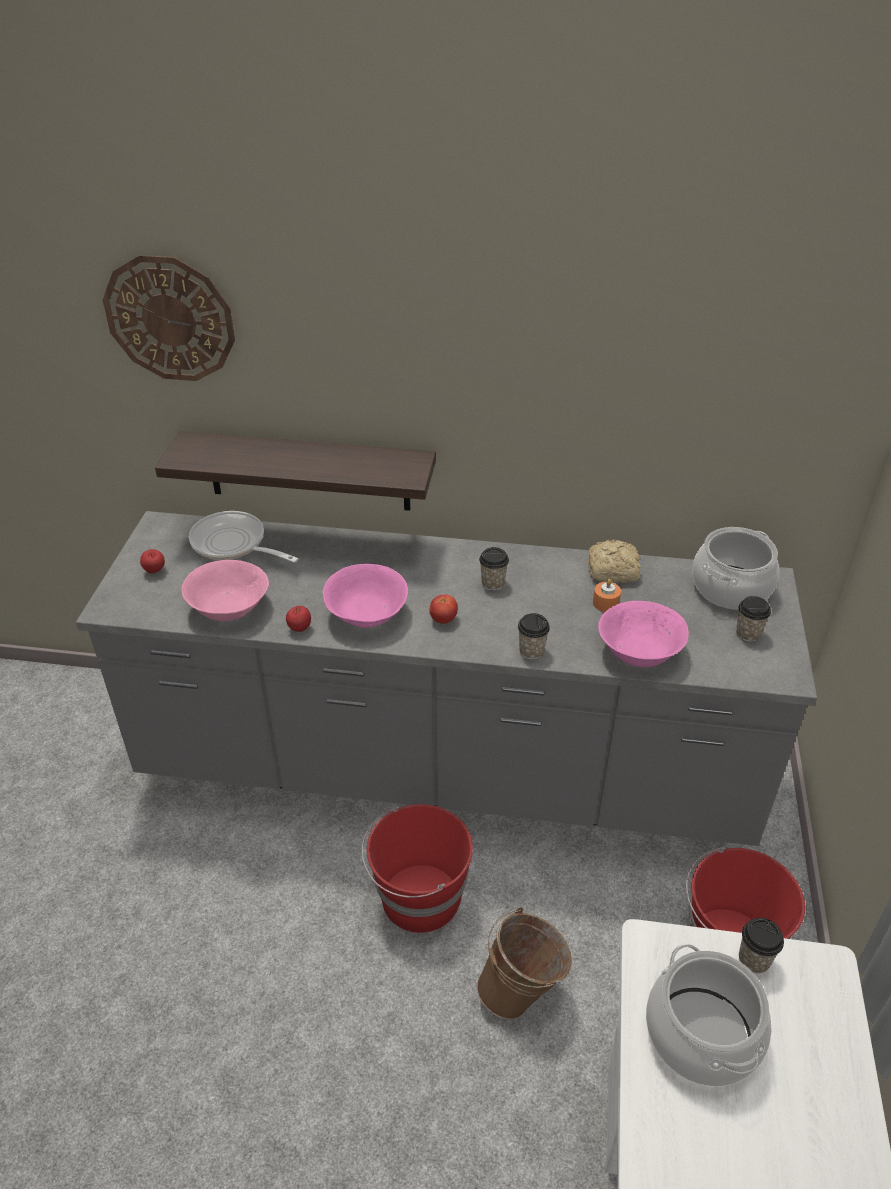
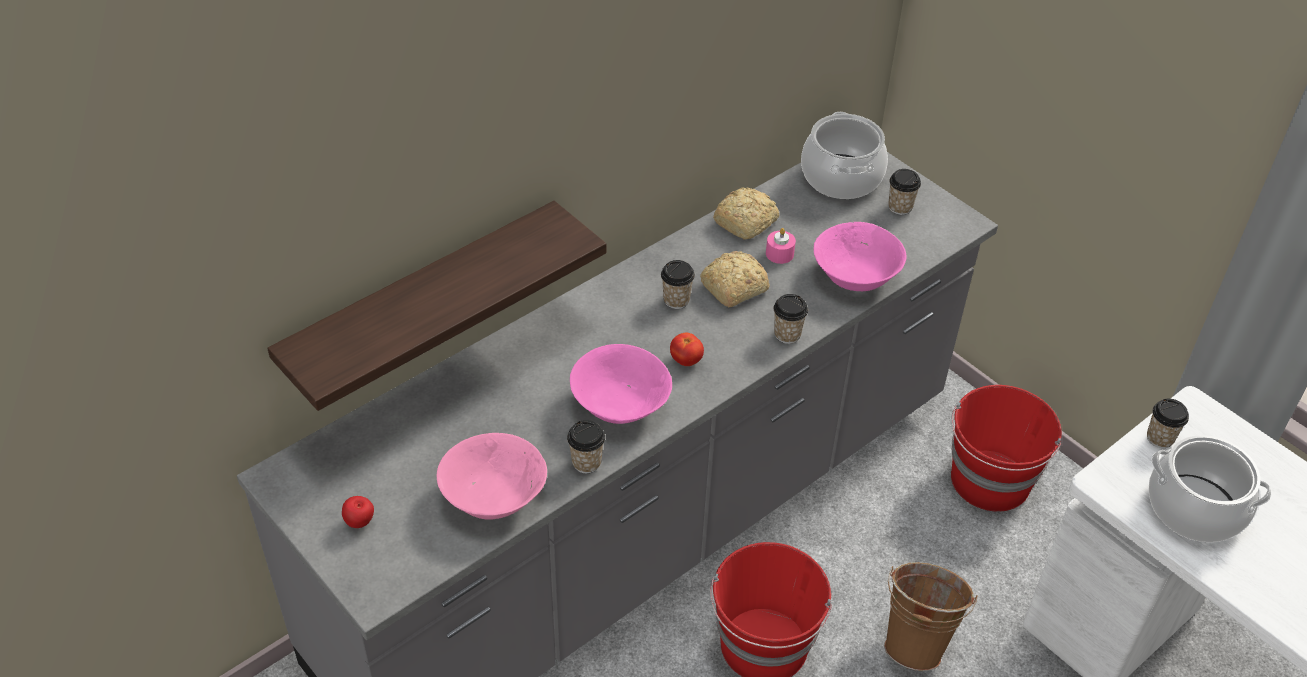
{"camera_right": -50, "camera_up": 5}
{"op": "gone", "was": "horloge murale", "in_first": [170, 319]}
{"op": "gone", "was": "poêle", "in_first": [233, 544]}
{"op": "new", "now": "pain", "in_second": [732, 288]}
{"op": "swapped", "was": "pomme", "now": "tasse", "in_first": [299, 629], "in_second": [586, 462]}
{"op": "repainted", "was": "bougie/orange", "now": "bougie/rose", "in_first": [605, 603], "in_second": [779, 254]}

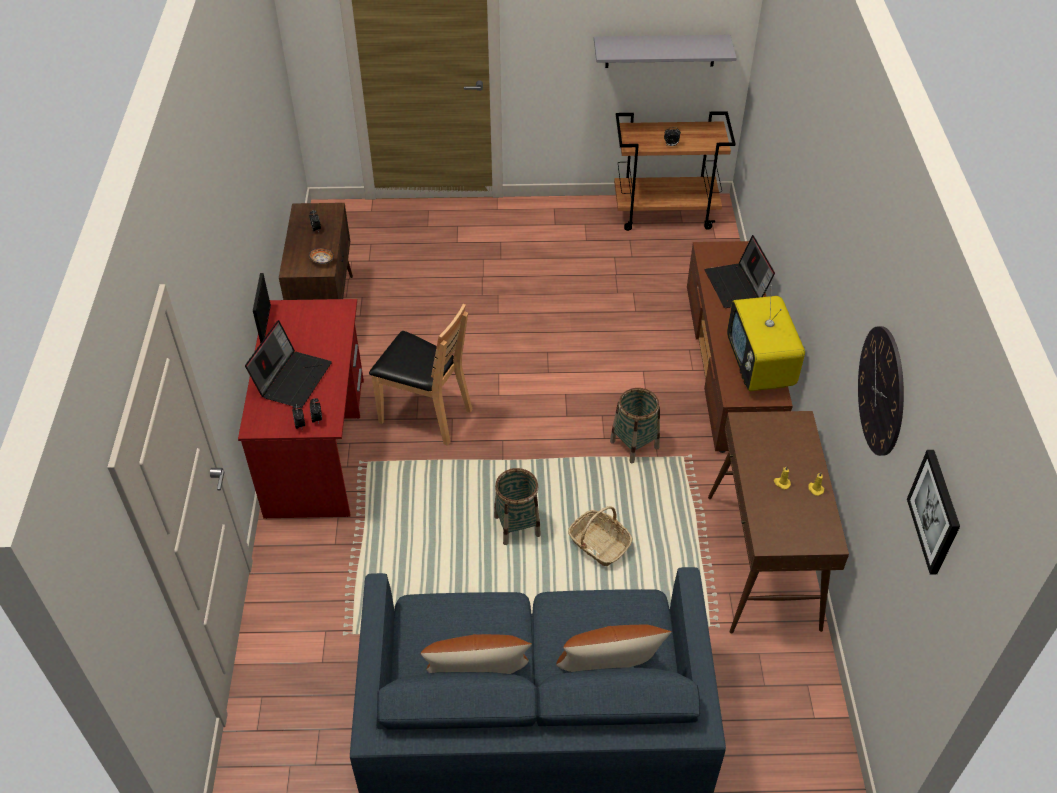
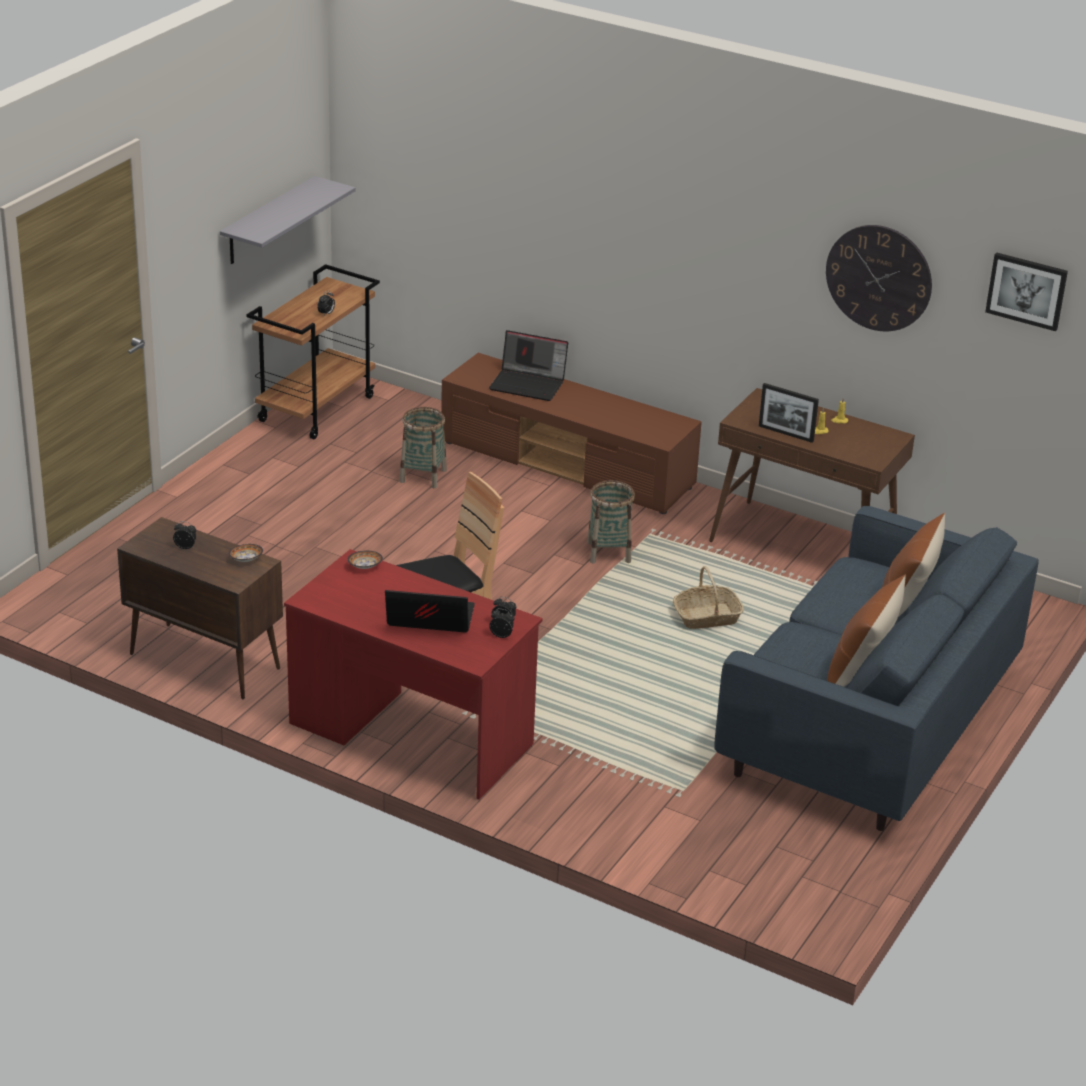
{"camera_right": -60, "camera_up": -15}
{"op": "gone", "was": "téléviseur", "in_first": [759, 368]}
{"op": "new", "now": "bol", "in_second": [364, 566]}
{"op": "shifted", "was": "cadre photo", "in_first": [265, 323], "in_second": [786, 433]}
{"op": "shifted", "was": "panier", "in_first": [517, 526], "in_second": [423, 476]}
{"op": "rotated", "was": "ordinateur portable", "in_first": [292, 378], "in_second": [428, 620], "clockwise": -45}

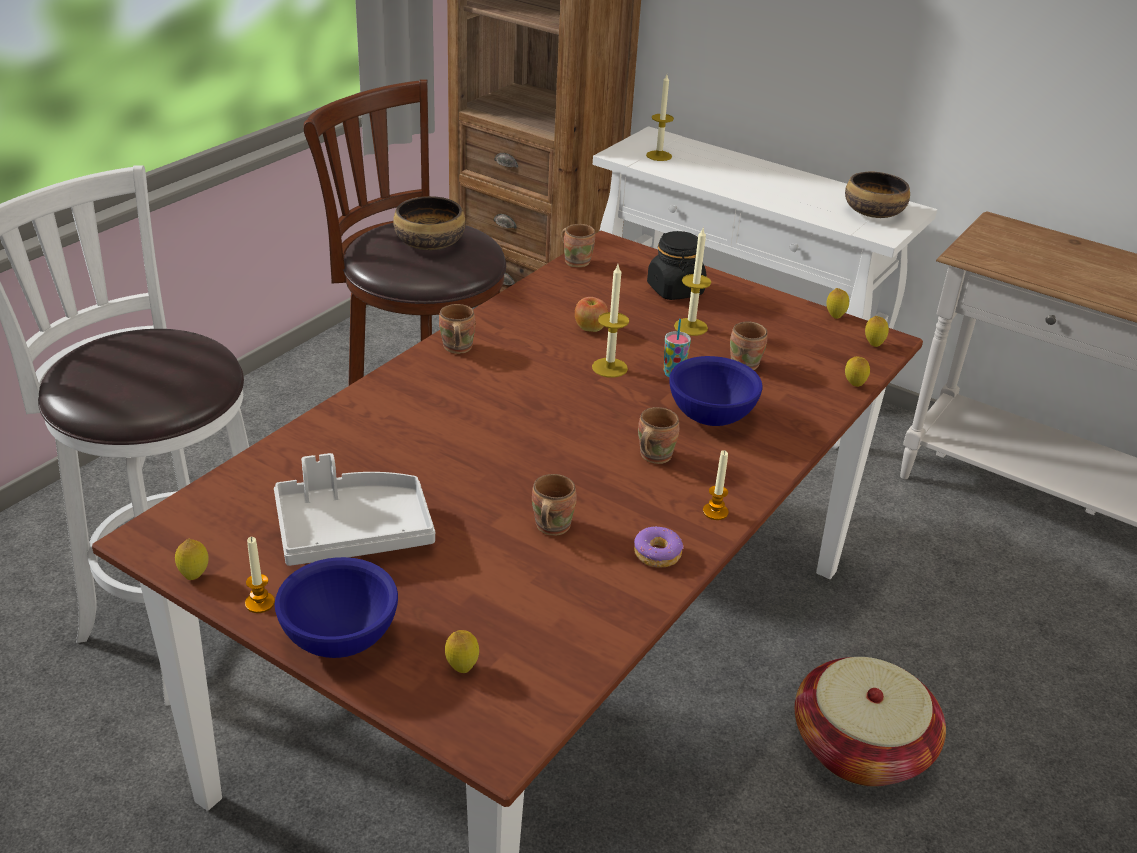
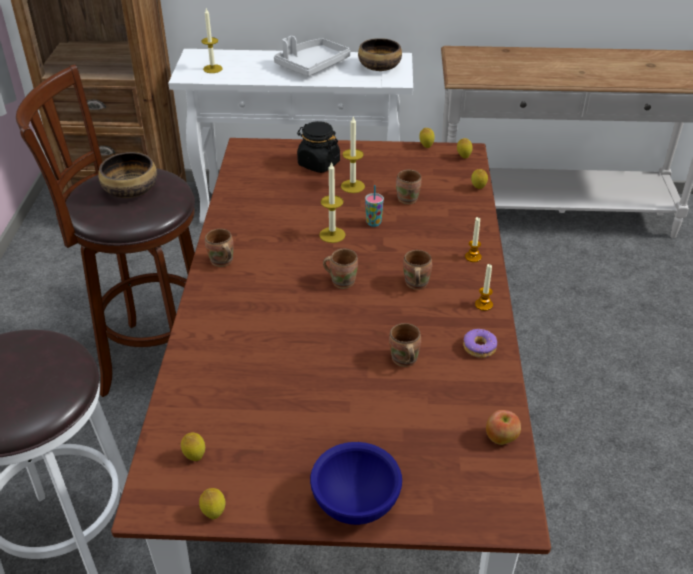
{"camera_right": -30, "camera_up": 5}
{"op": "gone", "was": "bol/bleu", "in_first": [711, 418]}
{"op": "gone", "was": "panier", "in_first": [860, 747]}
{"op": "shifted", "was": "bougie", "in_first": [260, 603], "in_second": [473, 257]}
{"op": "shifted", "was": "plateau/gris", "in_first": [353, 531], "in_second": [312, 65]}
{"op": "shifted", "was": "citron", "in_first": [462, 667], "in_second": [195, 457]}
{"op": "shifted", "was": "mug/marron", "in_first": [577, 261], "in_second": [342, 281]}
{"op": "shifted", "was": "pomme", "in_first": [590, 329], "in_second": [501, 439]}

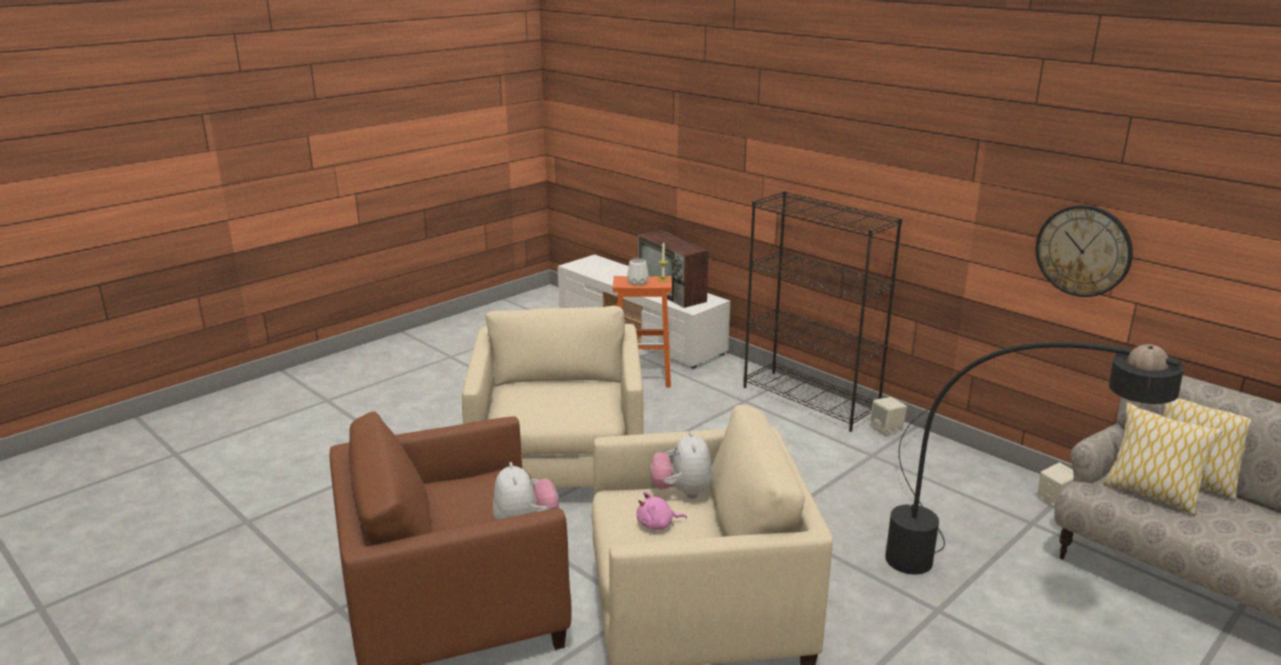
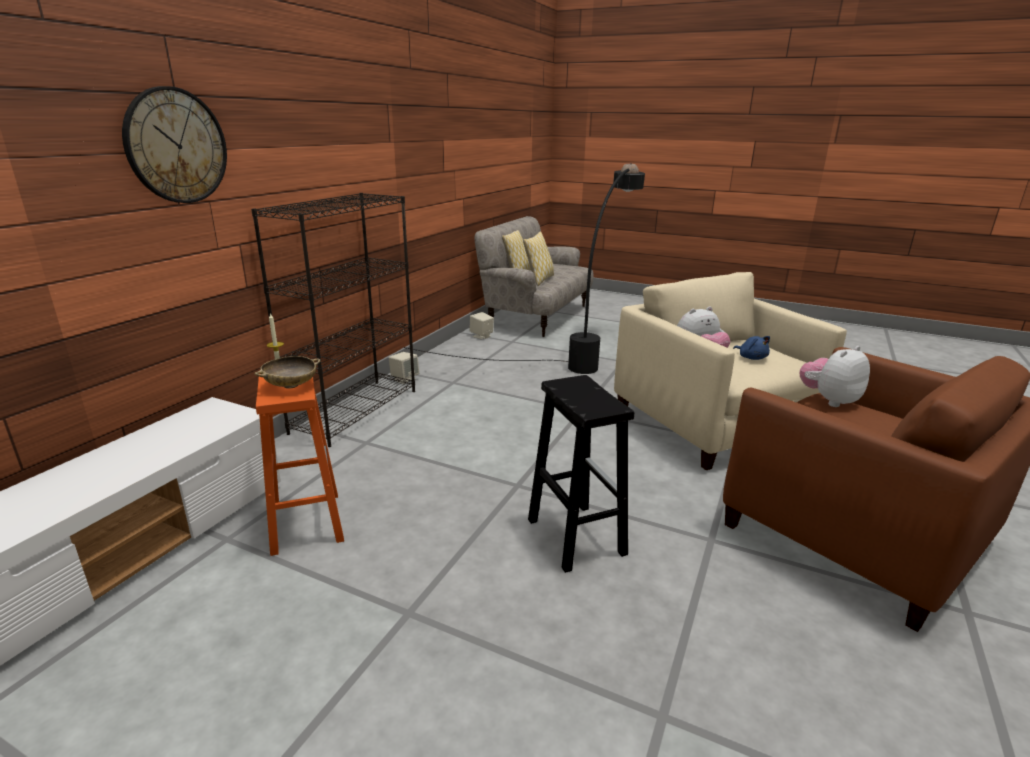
{"camera_right": -110, "camera_up": 0}
{"op": "gone", "was": "téléviseur", "in_first": [673, 293]}
{"op": "shifted", "was": "horloge murale", "in_first": [1083, 250], "in_second": [176, 146]}
{"op": "swapped", "was": "fauteuil/beige", "now": "tabouret/noir", "in_first": [559, 464], "in_second": [574, 535]}
{"op": "swapped", "was": "vase/blanc", "now": "bol/beige", "in_first": [637, 282], "in_second": [291, 386]}
{"op": "repainted", "was": "peluche/rose", "now": "peluche/bleu", "in_first": [657, 525], "in_second": [751, 357]}

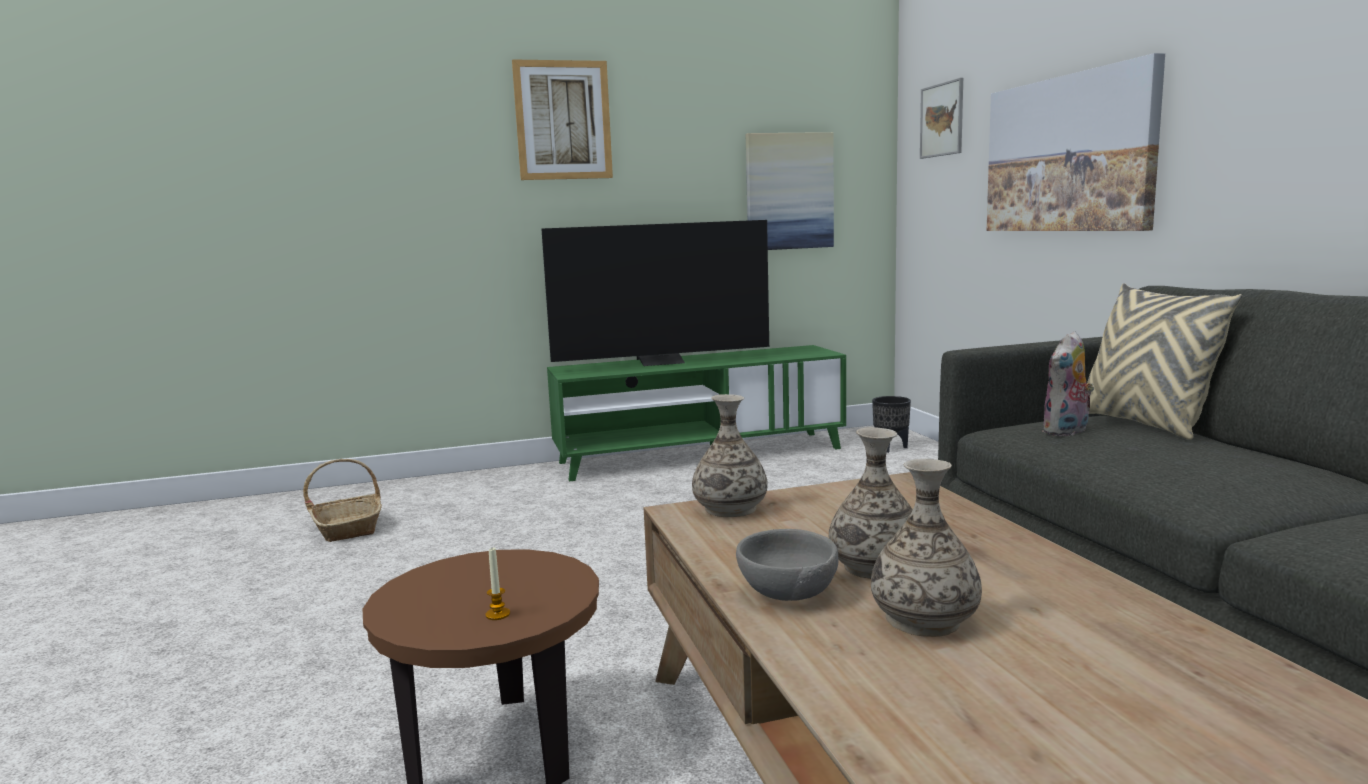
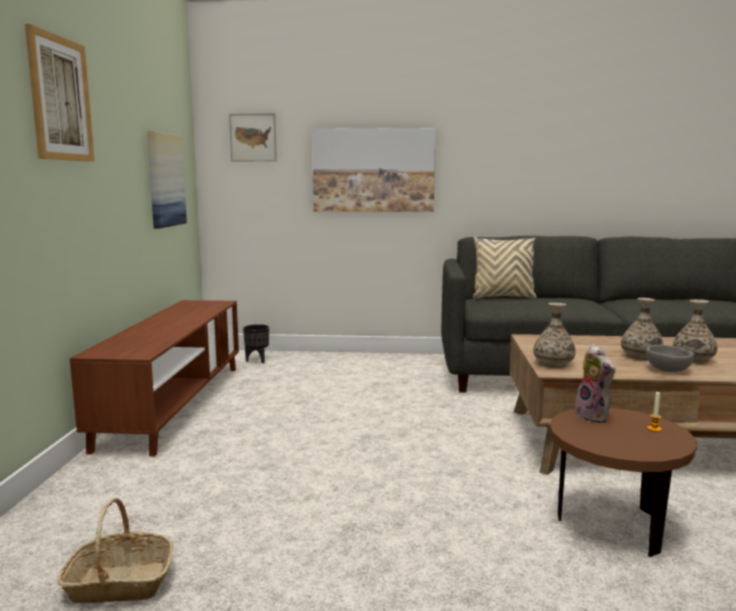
{"camera_right": -70, "camera_up": 0}
{"op": "gone", "was": "téléviseur", "in_first": [662, 362]}
{"op": "shifted", "was": "peluche", "in_first": [1067, 432], "in_second": [594, 416]}
{"op": "repainted", "was": "meuble télé/vert", "now": "meuble télé/marron", "in_first": [700, 455], "in_second": [174, 404]}

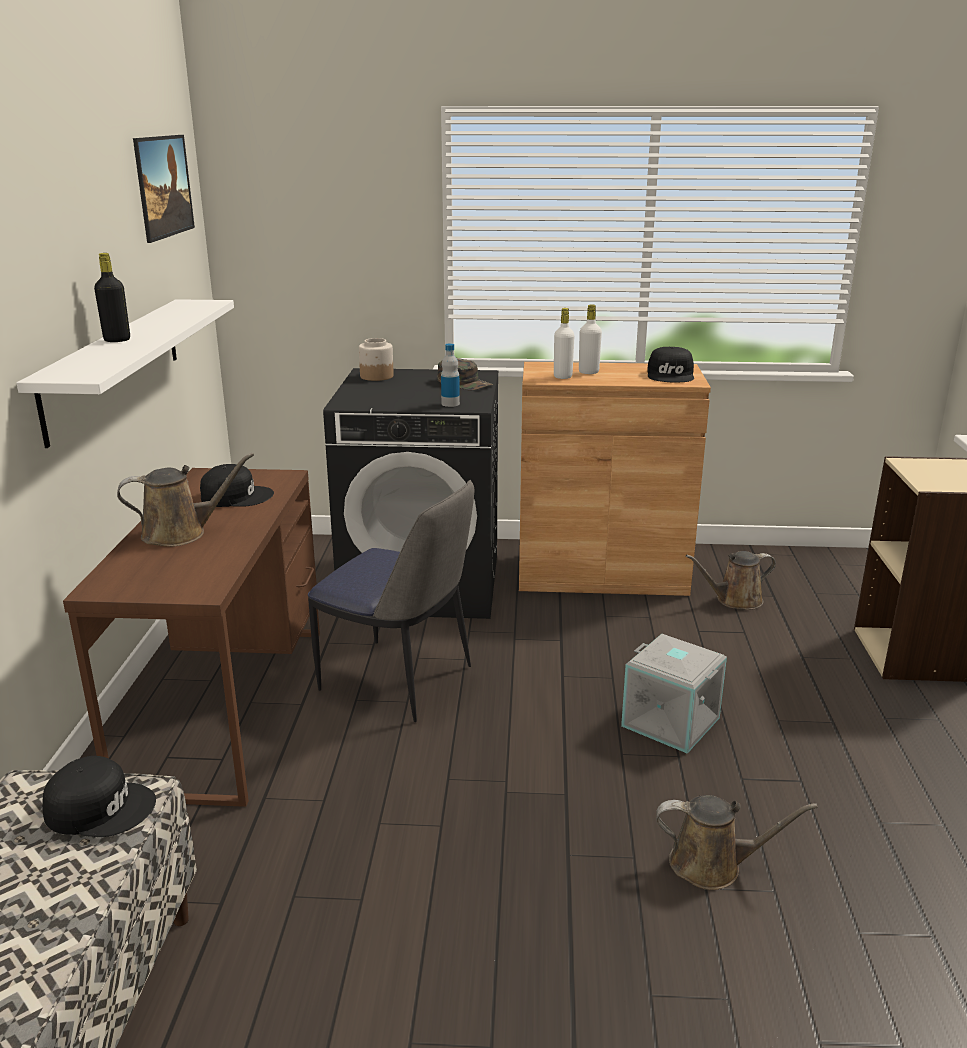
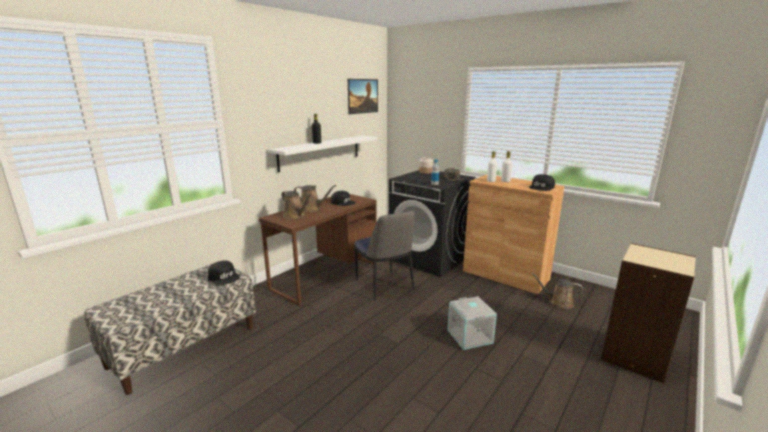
{"camera_right": 35, "camera_up": -5}
{"op": "shifted", "was": "arrosoir/marron", "in_first": [712, 865], "in_second": [295, 216]}

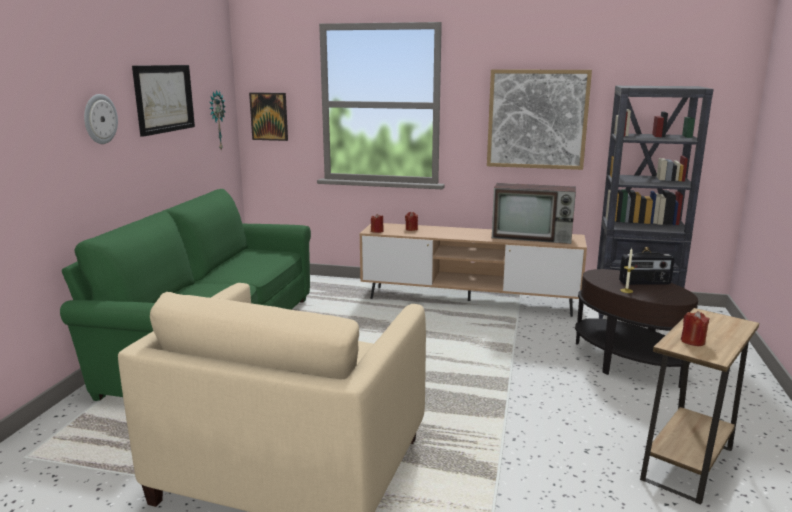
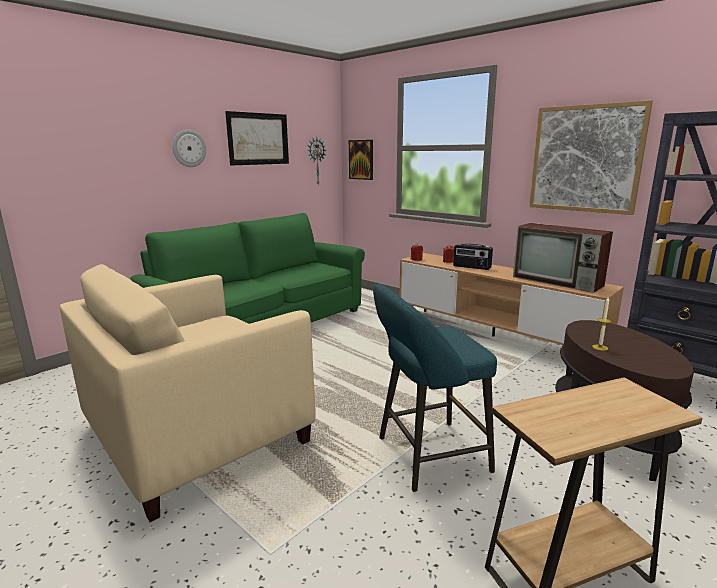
{"camera_right": 30, "camera_up": 0}
{"op": "gone", "was": "bougie/rouge", "in_first": [692, 341]}
{"op": "new", "now": "tabouret/turquoise", "in_second": [427, 456]}
{"op": "shifted", "was": "radio", "in_first": [645, 283], "in_second": [471, 267]}

